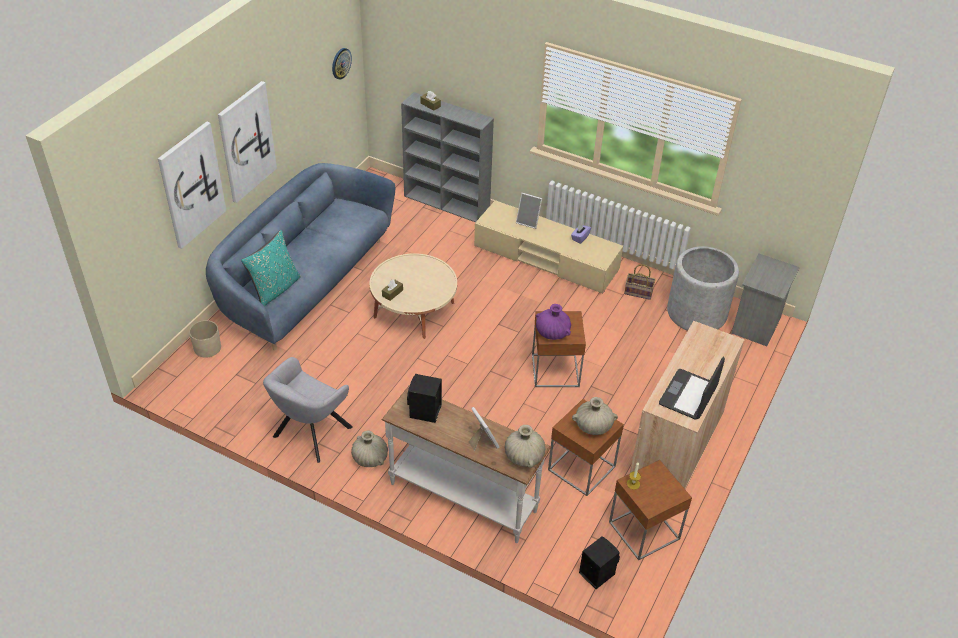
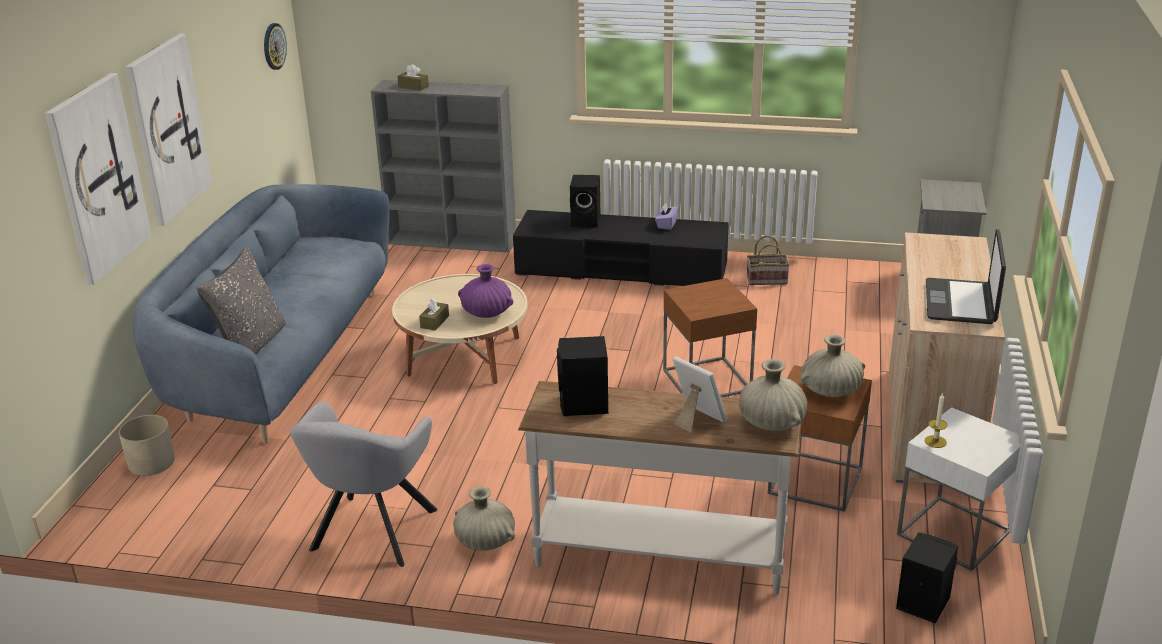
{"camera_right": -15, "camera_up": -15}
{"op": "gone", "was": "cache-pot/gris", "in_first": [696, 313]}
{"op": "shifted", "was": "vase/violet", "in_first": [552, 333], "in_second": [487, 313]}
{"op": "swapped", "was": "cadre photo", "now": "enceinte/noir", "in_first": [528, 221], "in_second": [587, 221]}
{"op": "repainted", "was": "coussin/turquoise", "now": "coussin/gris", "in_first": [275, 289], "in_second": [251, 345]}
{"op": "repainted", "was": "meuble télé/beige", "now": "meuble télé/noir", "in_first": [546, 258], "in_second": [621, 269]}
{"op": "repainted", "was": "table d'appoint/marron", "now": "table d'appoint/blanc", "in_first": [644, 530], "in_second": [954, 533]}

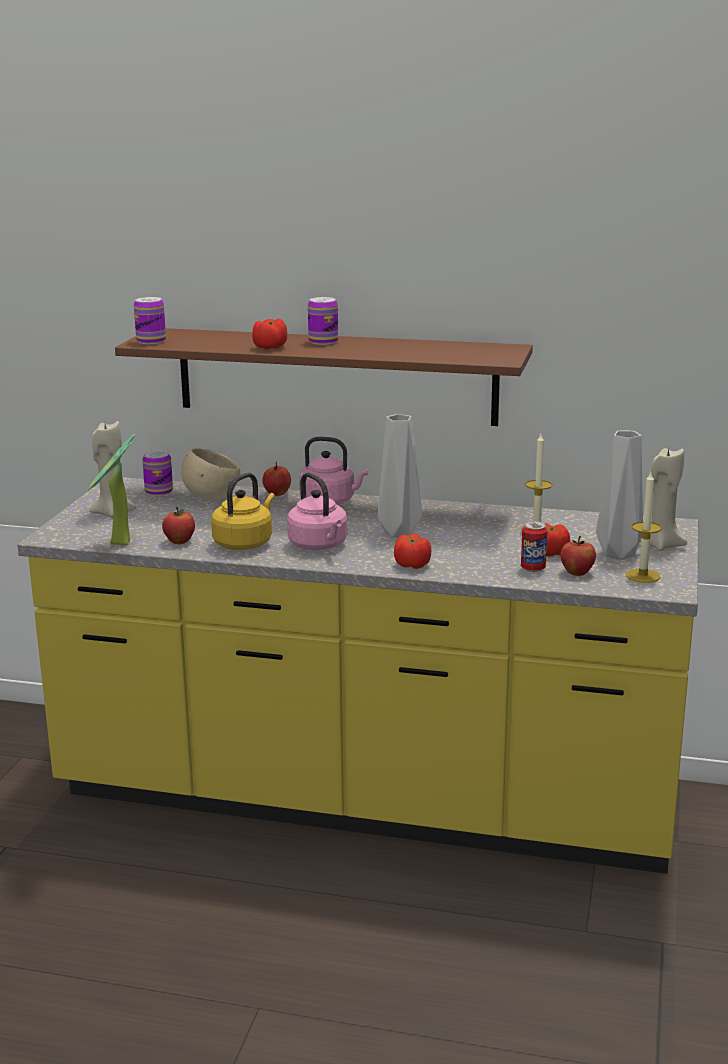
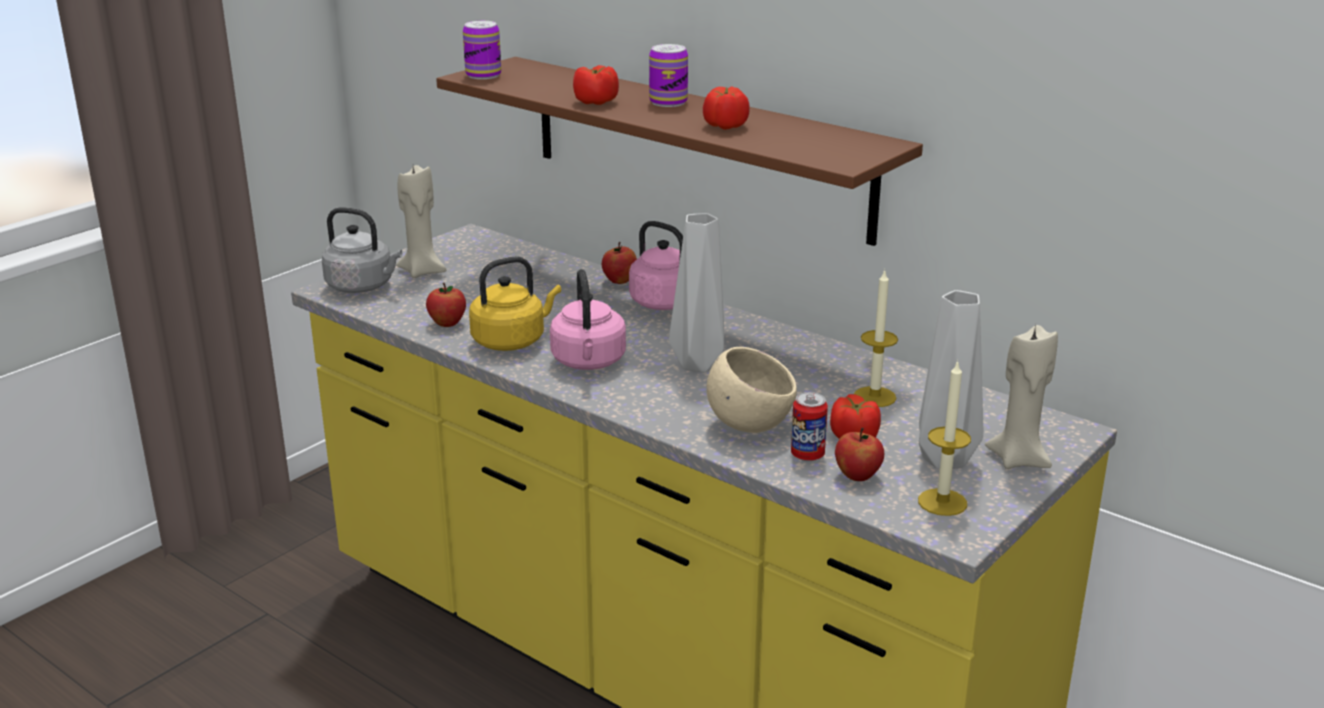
{"camera_right": 25, "camera_up": 5}
{"op": "gone", "was": "plante en pot", "in_first": [117, 545]}
{"op": "gone", "was": "boîte métallique", "in_first": [159, 492]}
{"op": "new", "now": "bouilloire/gris", "in_second": [363, 286]}
{"op": "shifted", "was": "bol/beige", "in_first": [211, 497], "in_second": [749, 425]}
{"op": "shifted", "was": "tomate", "in_first": [412, 565], "in_second": [725, 126]}

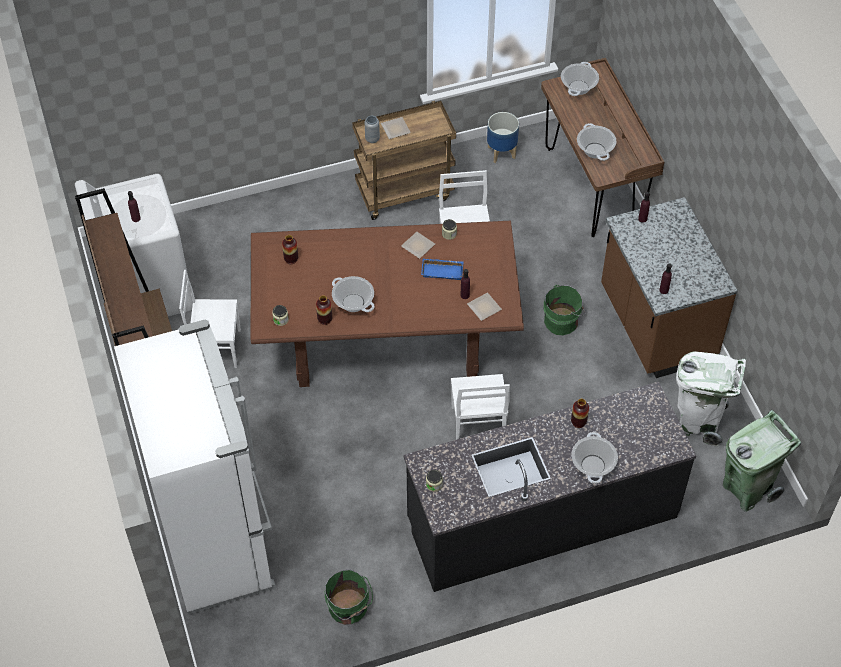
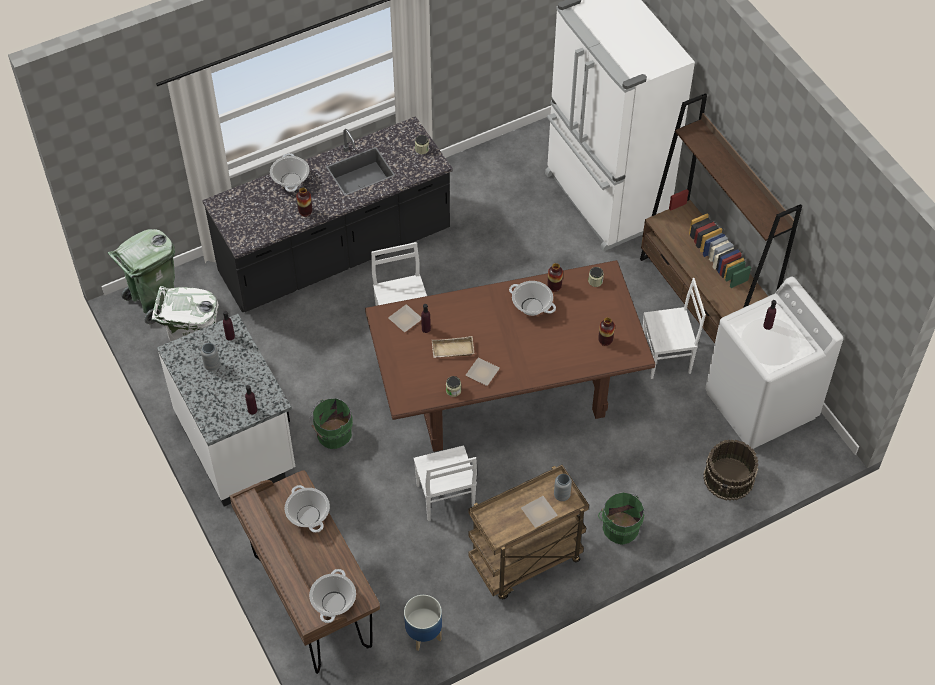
{"camera_right": 170, "camera_up": 0}
{"op": "new", "now": "vase/gris", "in_second": [212, 366]}
{"op": "new", "now": "seau/marron", "in_second": [729, 478]}
{"op": "shifted", "was": "seau/vert", "in_first": [348, 608], "in_second": [619, 527]}
{"op": "repainted", "was": "plateau/bleu", "now": "plateau/beige", "in_first": [443, 270], "in_second": [452, 351]}
{"op": "repainted", "was": "comptoir de cuisine/marron", "now": "comptoir de cuisine/blanc", "in_first": [655, 325], "in_second": [237, 443]}

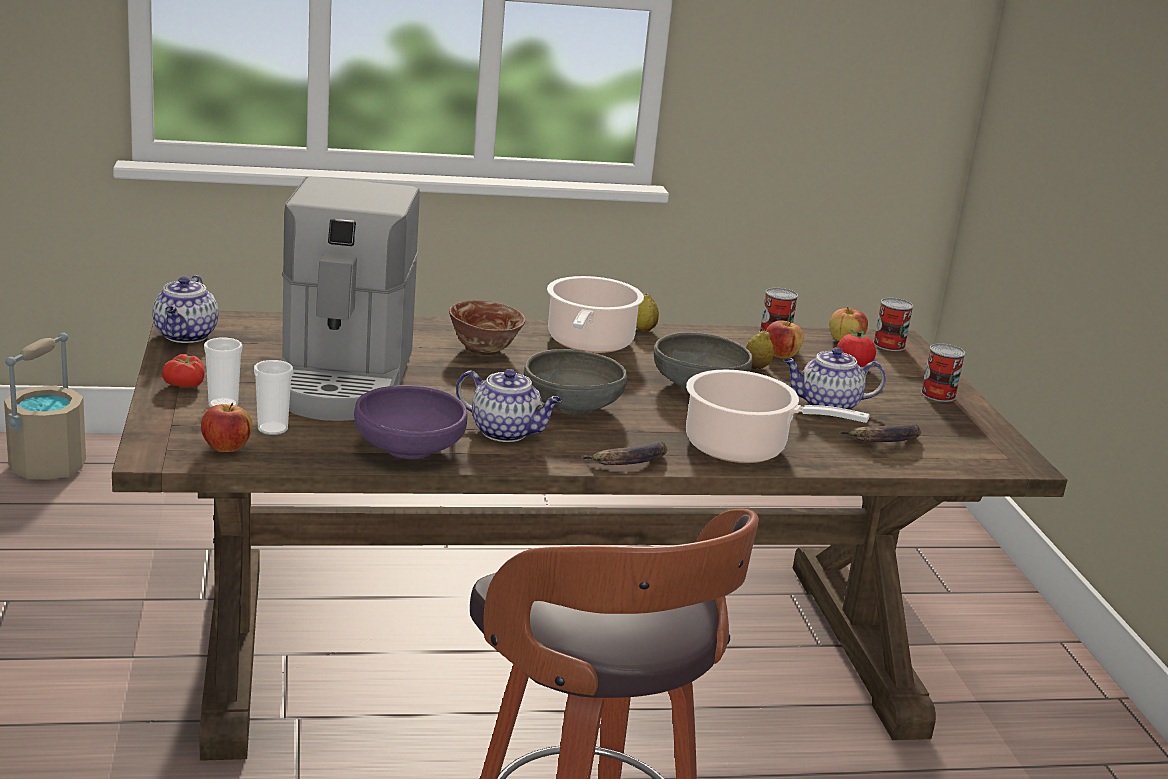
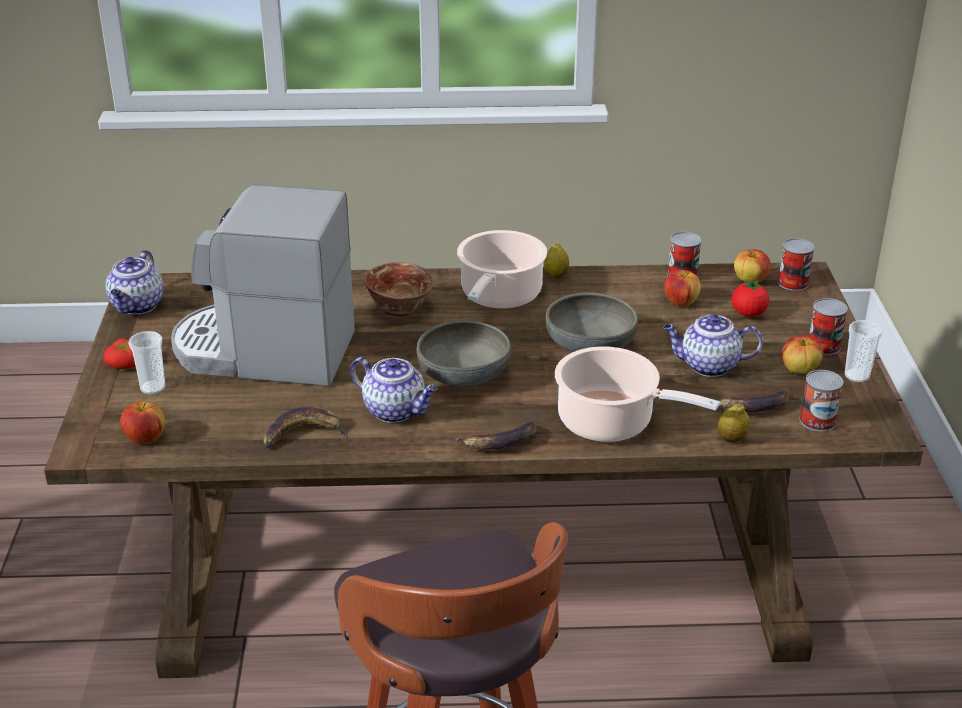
{"camera_right": 10, "camera_up": 10}
{"op": "gone", "was": "seau/beige", "in_first": [48, 466]}
{"op": "new", "now": "pomme", "in_second": [799, 370]}
{"op": "new", "now": "boîte métallique", "in_second": [817, 421]}
{"op": "shifted", "was": "tasse", "in_first": [272, 429], "in_second": [856, 376]}
{"op": "shifted", "was": "citron", "in_first": [756, 367], "in_second": [732, 439]}
{"op": "swapped", "was": "bol/violet", "now": "banane", "in_first": [409, 449], "in_second": [303, 434]}
{"op": "rotated", "was": "machine à café", "in_first": [343, 379], "in_second": [264, 352], "clockwise": 90}

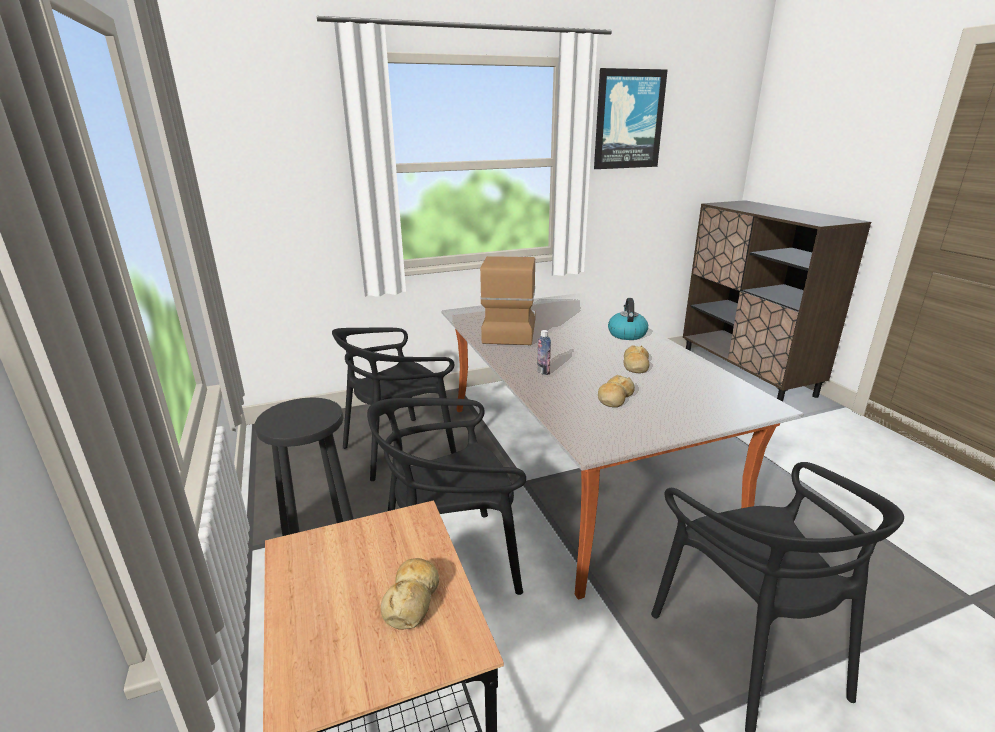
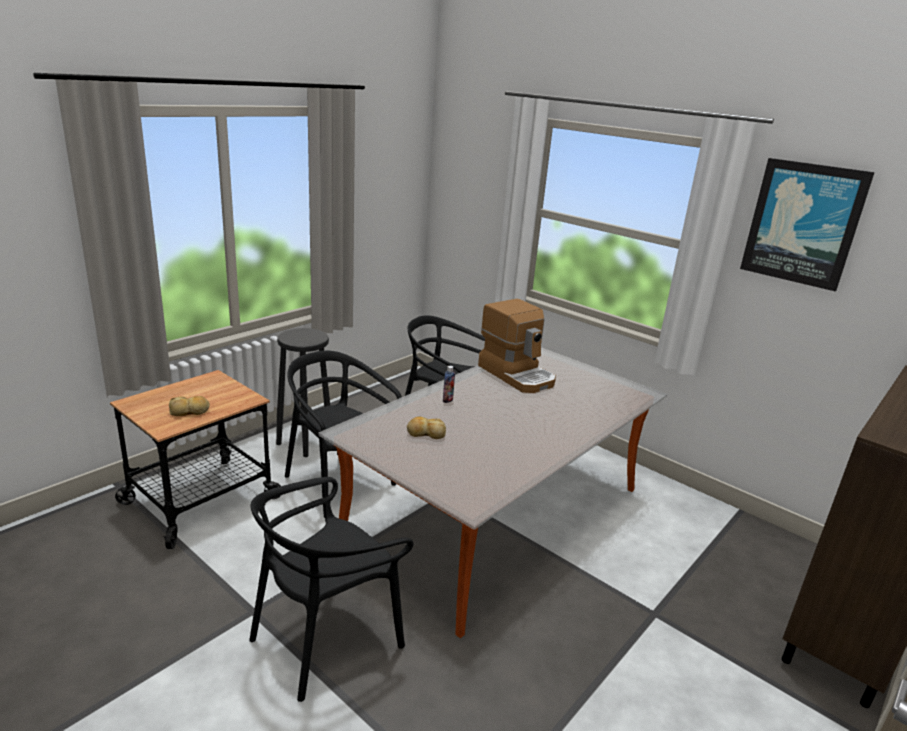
{"camera_right": 60, "camera_up": 0}
{"op": "gone", "was": "bouilloire", "in_first": [626, 334]}
{"op": "gone", "was": "pain", "in_first": [635, 366]}
{"op": "rotated", "was": "machine à café", "in_first": [509, 330], "in_second": [517, 374], "clockwise": 75}

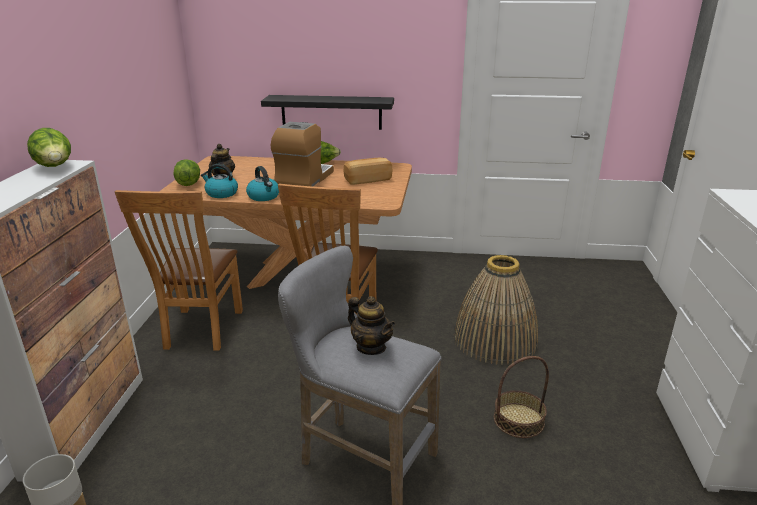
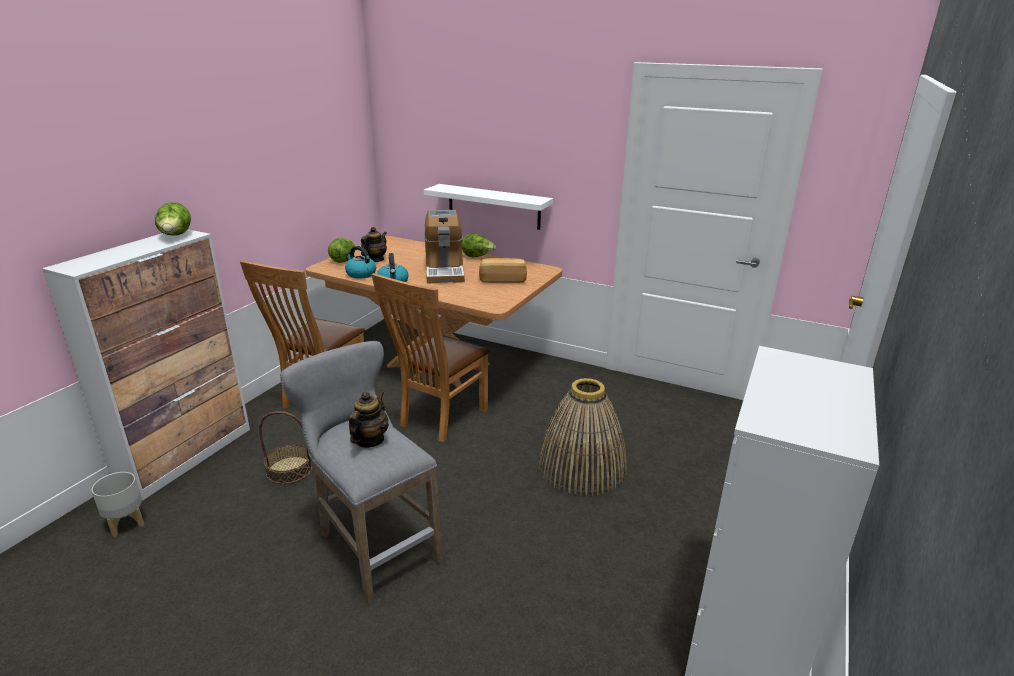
{"camera_right": 20, "camera_up": 0}
{"op": "shifted", "was": "panier", "in_first": [518, 420], "in_second": [289, 470]}
{"op": "repainted", "was": "étagère/noir", "now": "étagère/blanc", "in_first": [331, 112], "in_second": [493, 206]}
{"op": "rotated", "was": "machine à café", "in_first": [304, 180], "in_second": [444, 271], "clockwise": 135}
{"op": "rotated", "was": "théière", "in_first": [371, 347], "in_second": [369, 440], "clockwise": -135}

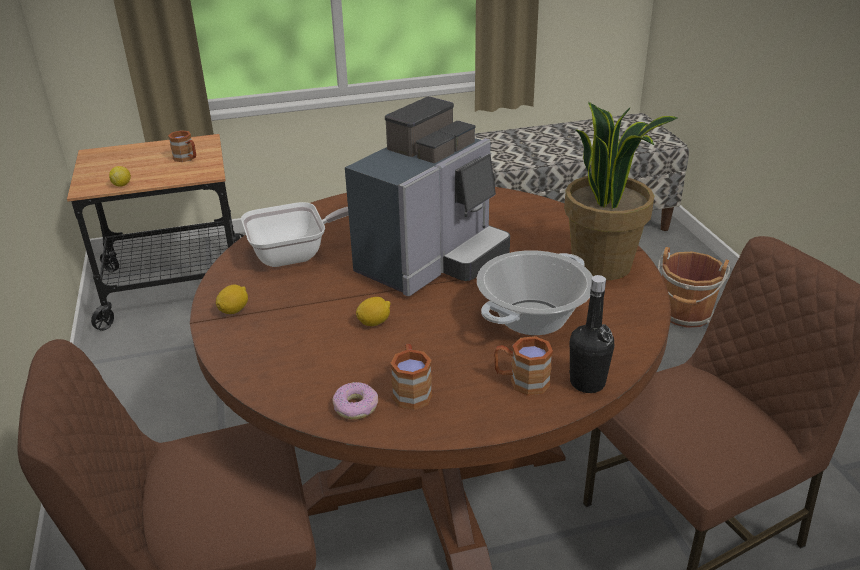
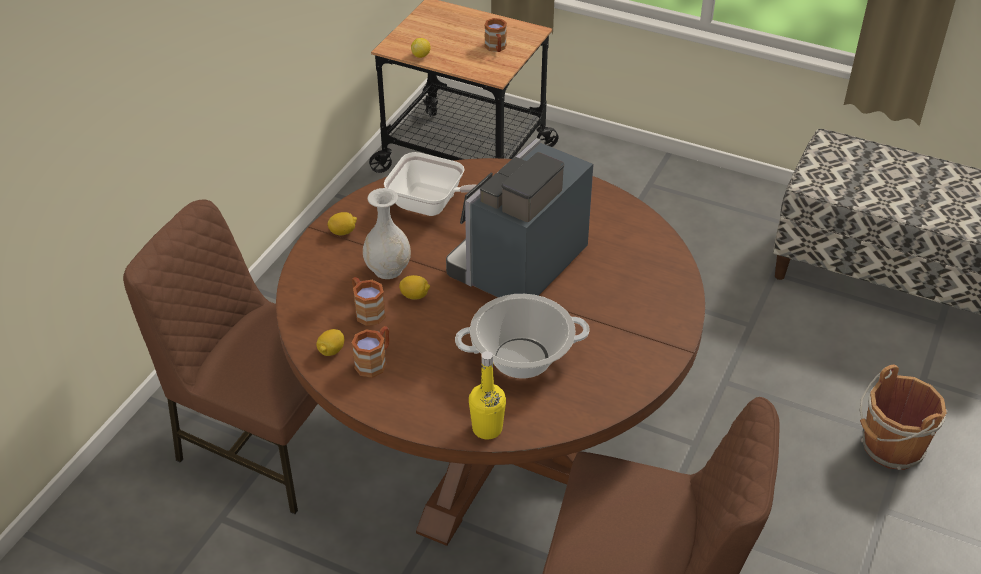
{"camera_right": 40, "camera_up": 10}
{"op": "gone", "was": "plante en pot", "in_first": [603, 265]}
{"op": "new", "now": "vase/blanc", "in_second": [388, 269]}
{"op": "shifted", "was": "mug/marron", "in_first": [521, 381], "in_second": [366, 311]}
{"op": "swapped", "was": "beignet", "now": "citron", "in_first": [356, 406], "in_second": [331, 351]}
{"op": "repainted", "was": "bouteille/noir", "now": "bouteille/jaune", "in_first": [587, 383], "in_second": [487, 429]}
{"op": "rotated", "was": "machine à café", "in_first": [433, 261], "in_second": [518, 267], "clockwise": 135}

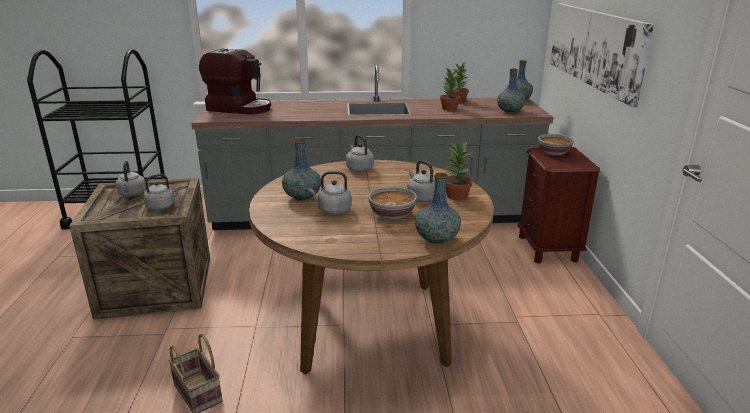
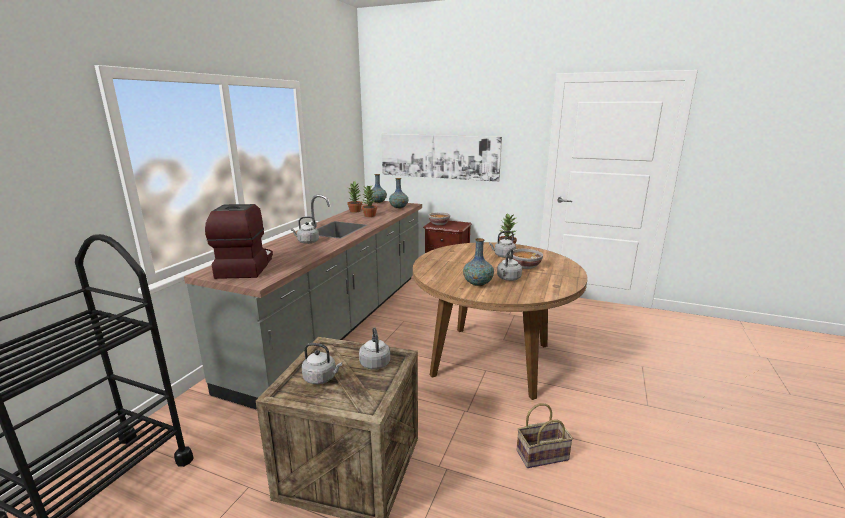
{"camera_right": -65, "camera_up": -5}
{"op": "gone", "was": "vase", "in_first": [437, 239]}
{"op": "shifted", "was": "bouilloire/gris", "in_first": [359, 168], "in_second": [307, 242]}
{"op": "rotated", "was": "machine à café", "in_first": [240, 108], "in_second": [245, 267], "clockwise": -45}

